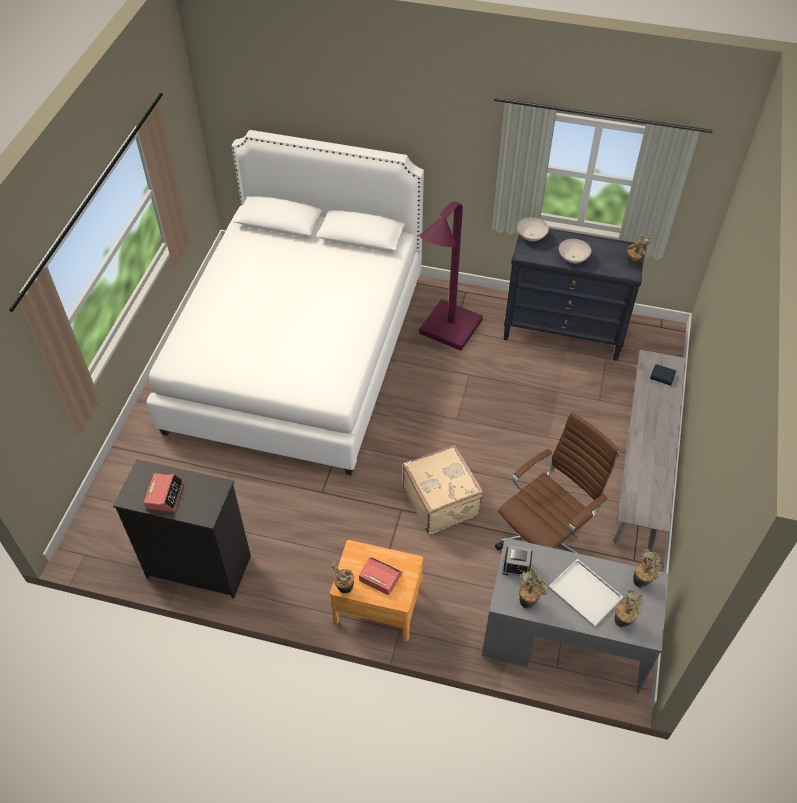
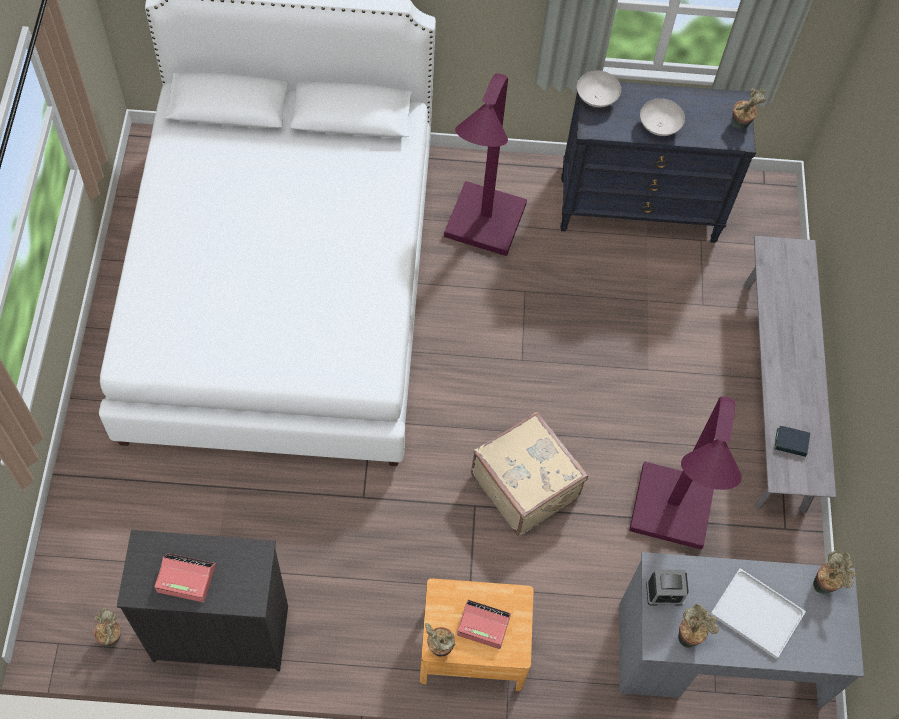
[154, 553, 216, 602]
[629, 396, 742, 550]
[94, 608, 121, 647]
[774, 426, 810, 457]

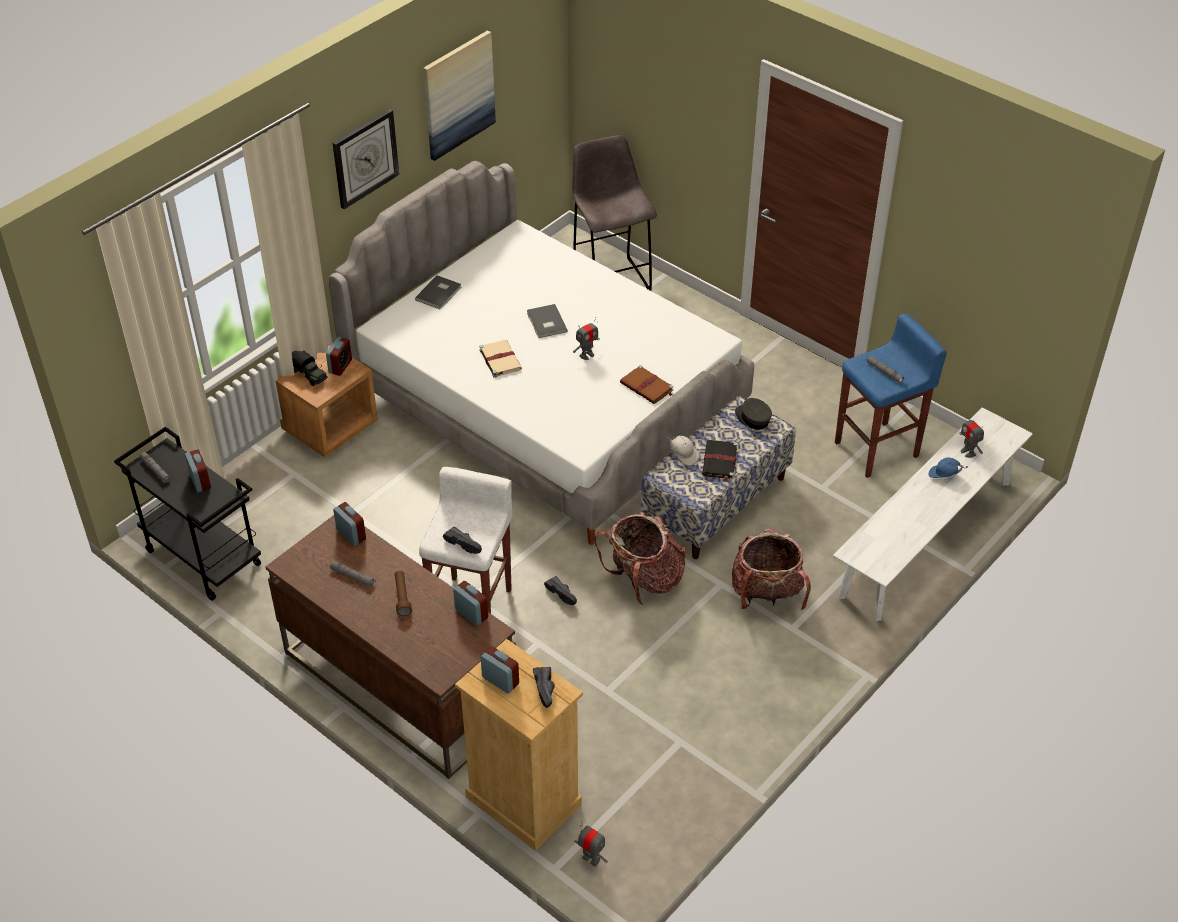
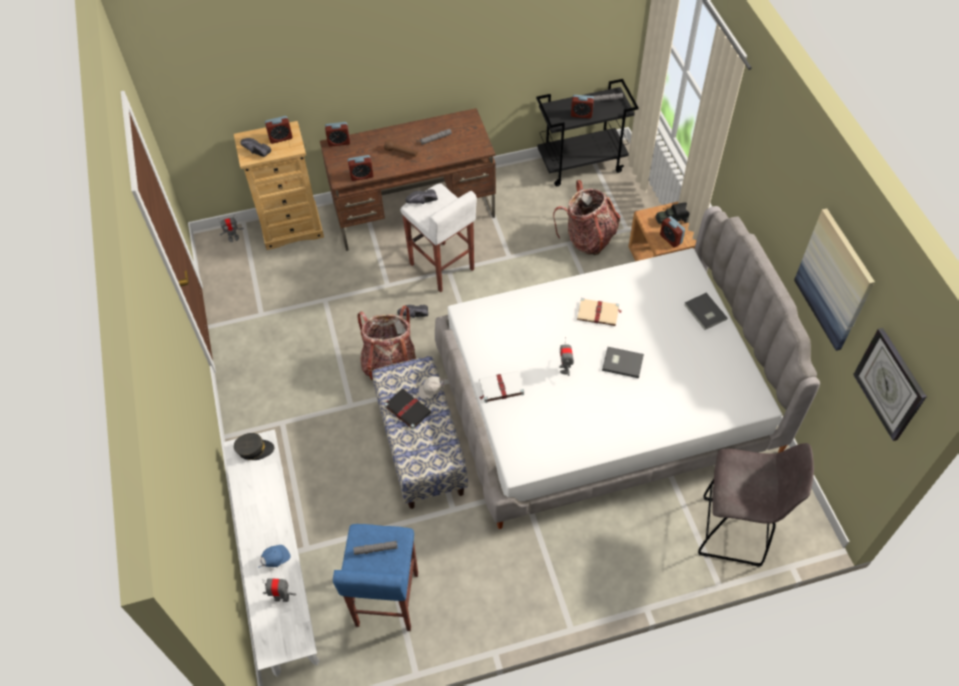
[853, 328, 927, 441]
[325, 122, 350, 147]
[479, 371, 524, 403]
[553, 180, 620, 255]
[234, 433, 274, 460]

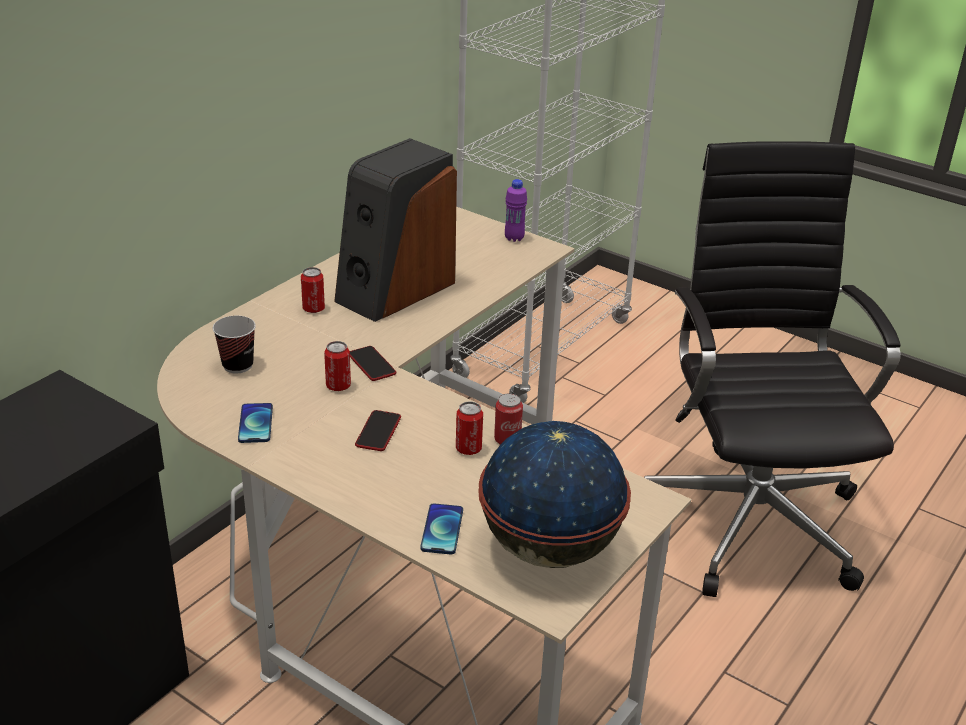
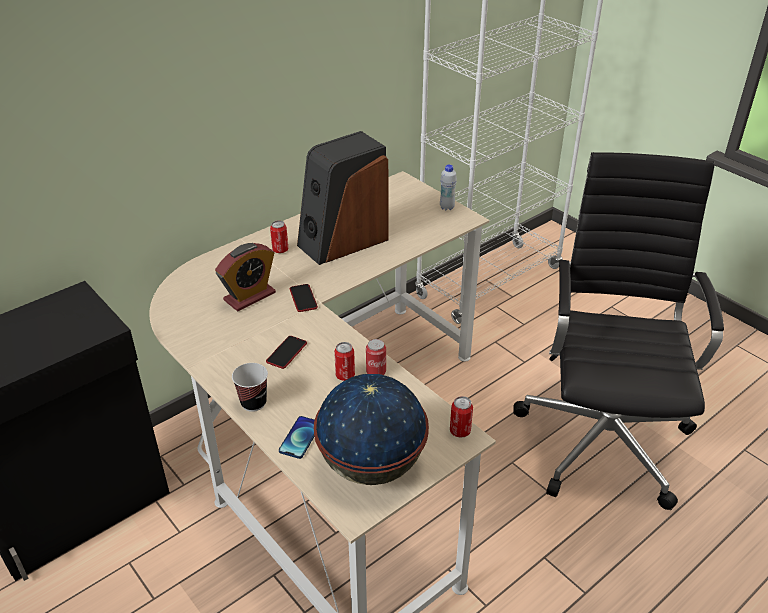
[232, 363, 268, 412]
[238, 403, 273, 443] (first image)
[450, 396, 473, 438]
[440, 164, 457, 211]
[215, 243, 276, 311]

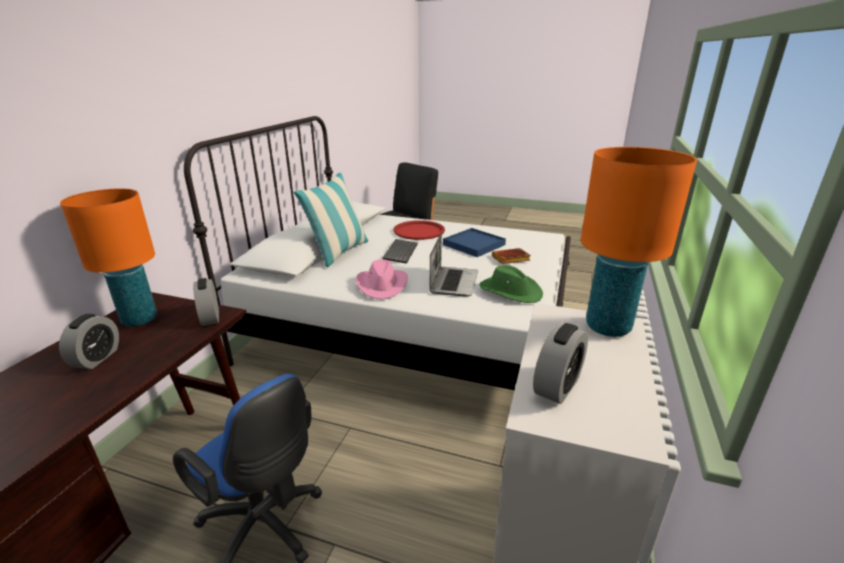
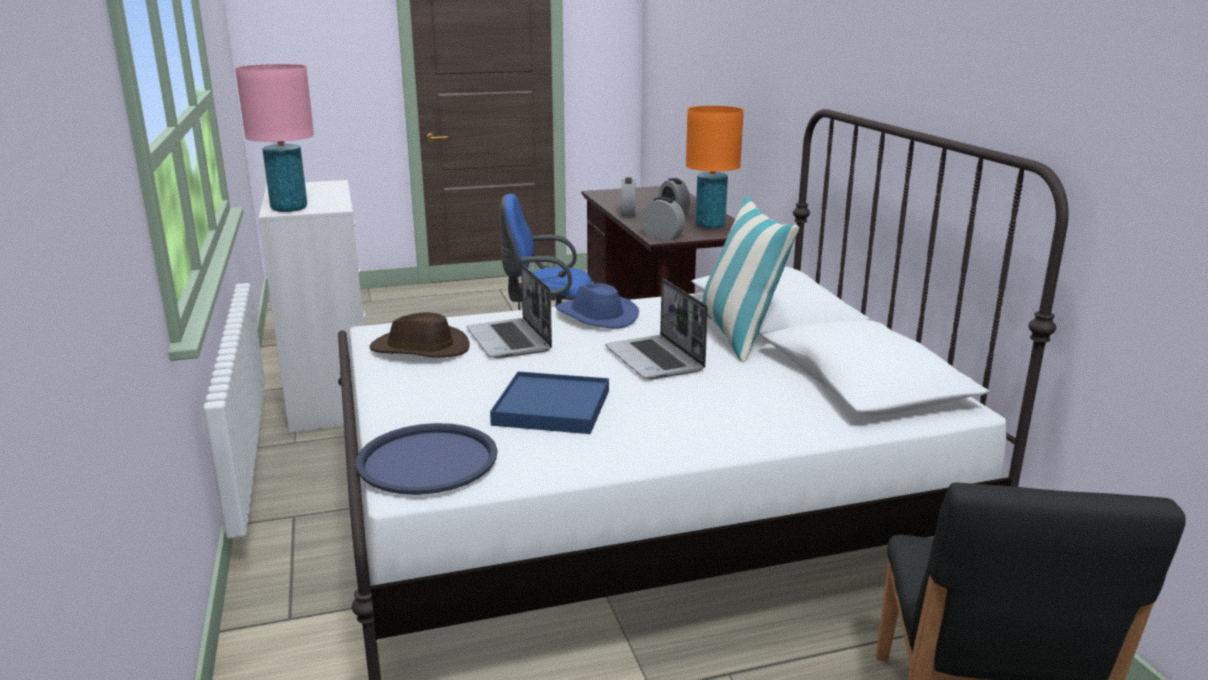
[556, 283, 639, 329]
[605, 279, 708, 379]
[393, 220, 445, 240] (first image)
[370, 312, 470, 358]
[492, 248, 531, 264] (first image)
[621, 178, 635, 217]
[235, 64, 314, 212]
[356, 423, 498, 495]

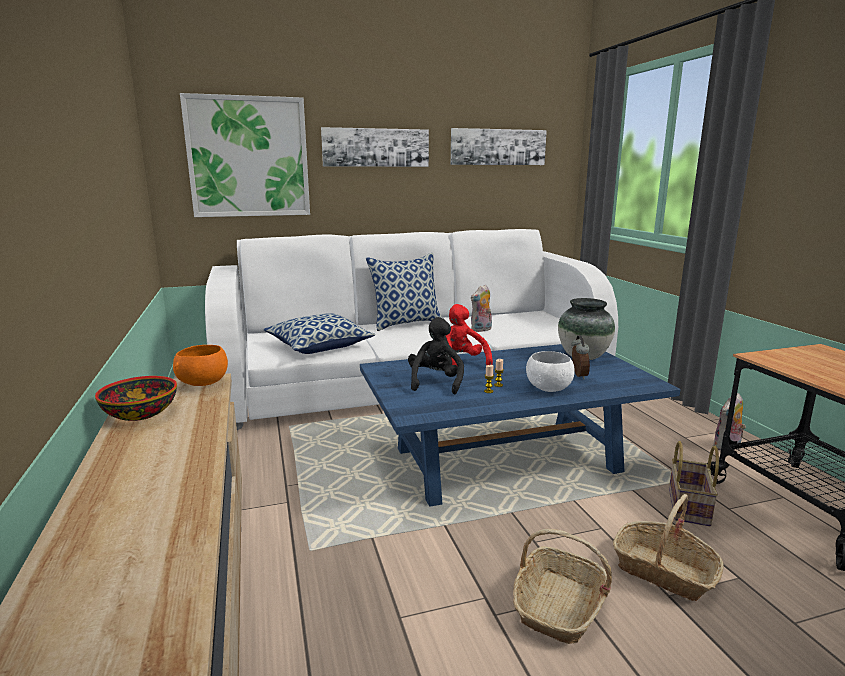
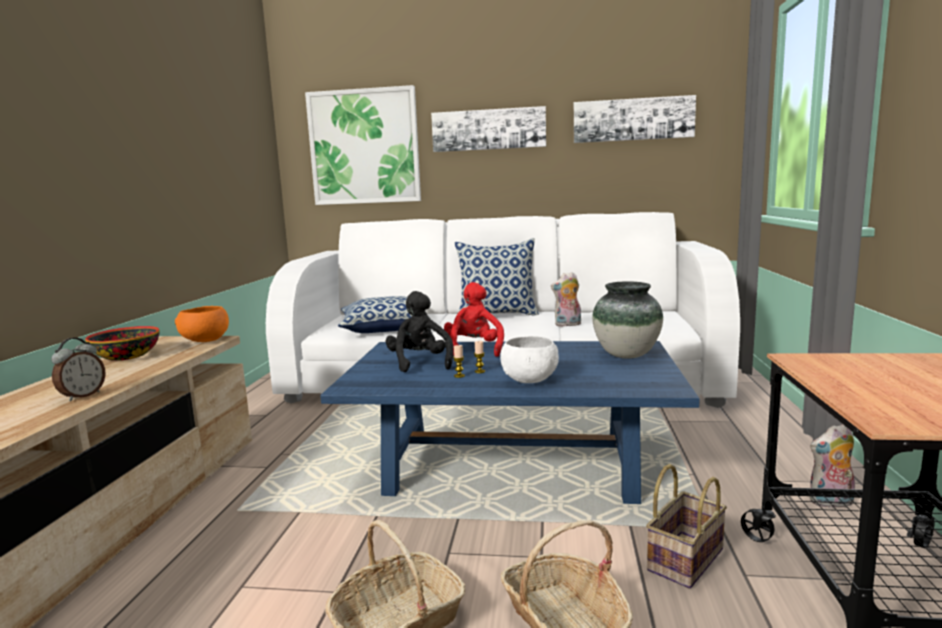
[386, 291, 454, 373]
[51, 338, 106, 401]

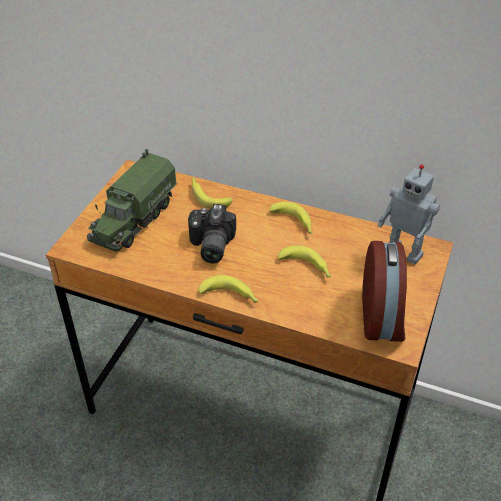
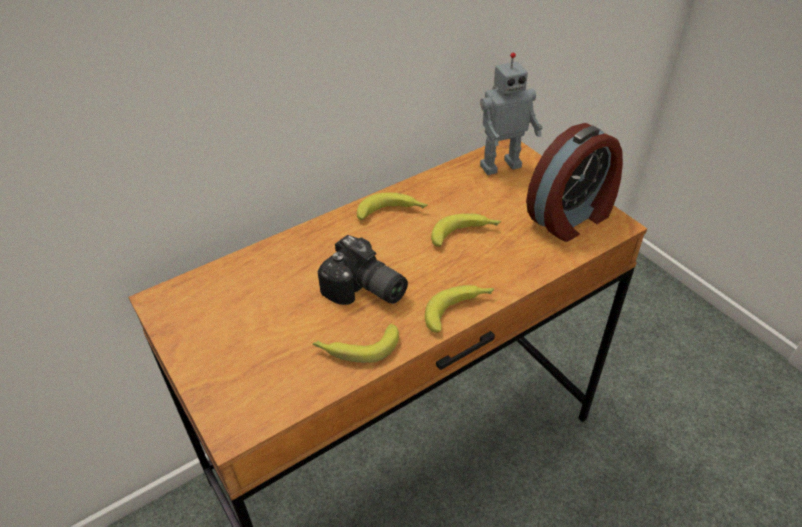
[87, 149, 177, 252] (first image)
[312, 324, 399, 363]
[526, 123, 623, 242]

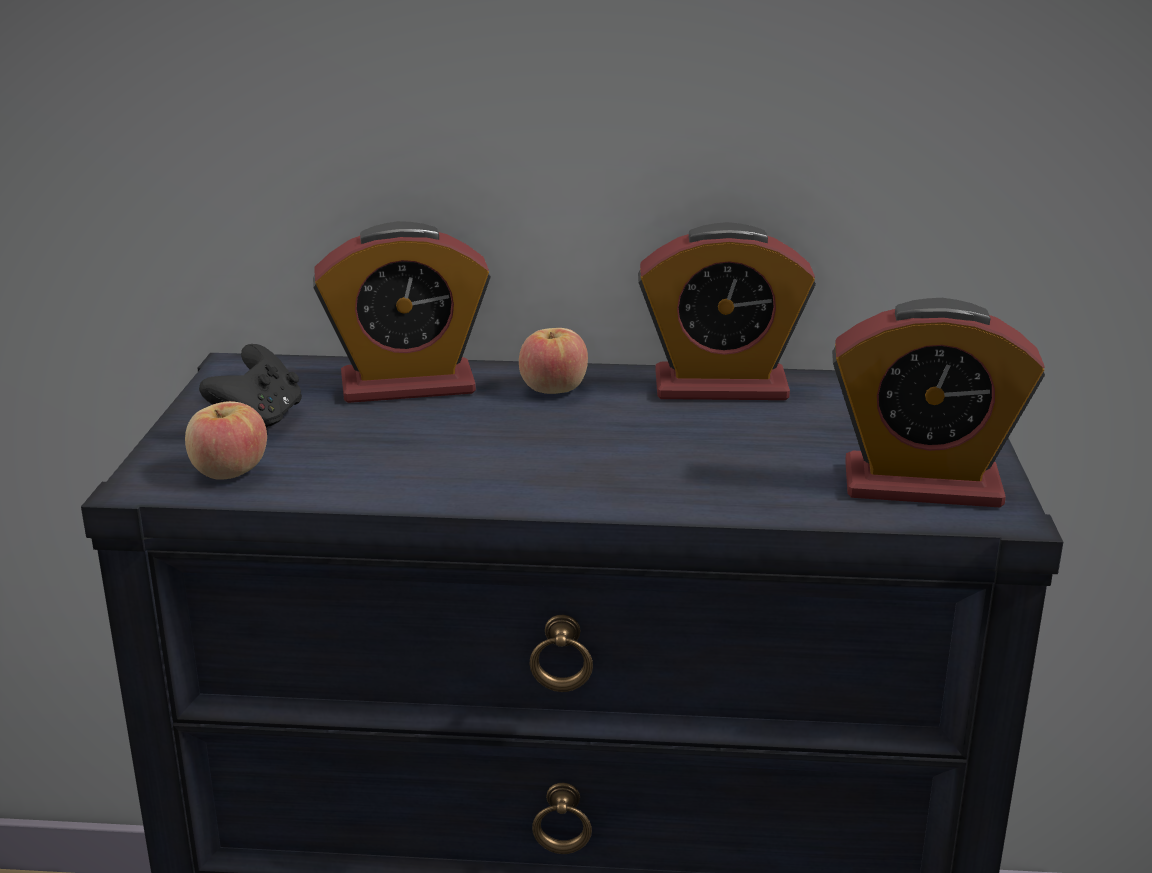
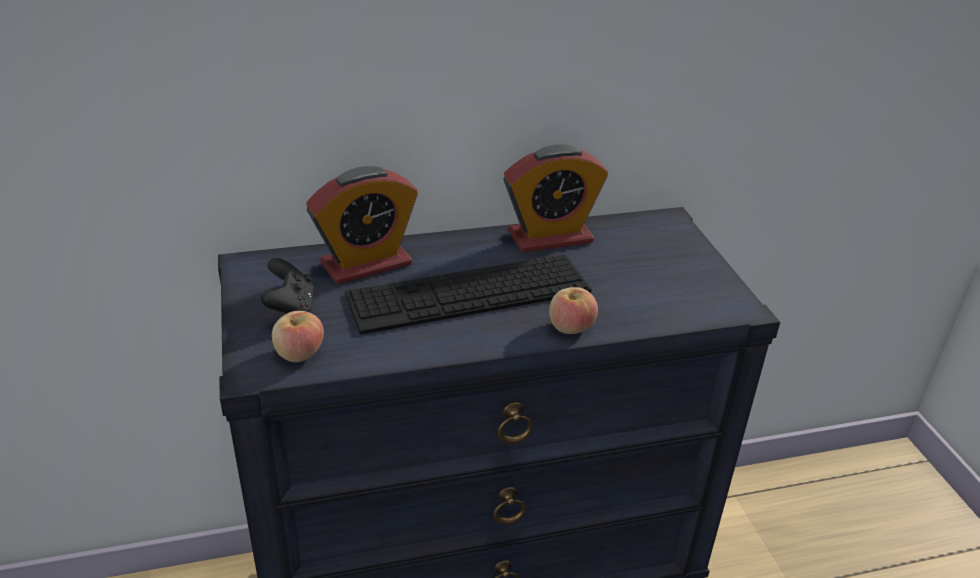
[549, 287, 598, 334]
[832, 298, 1045, 507] (first image)
[345, 255, 592, 334]

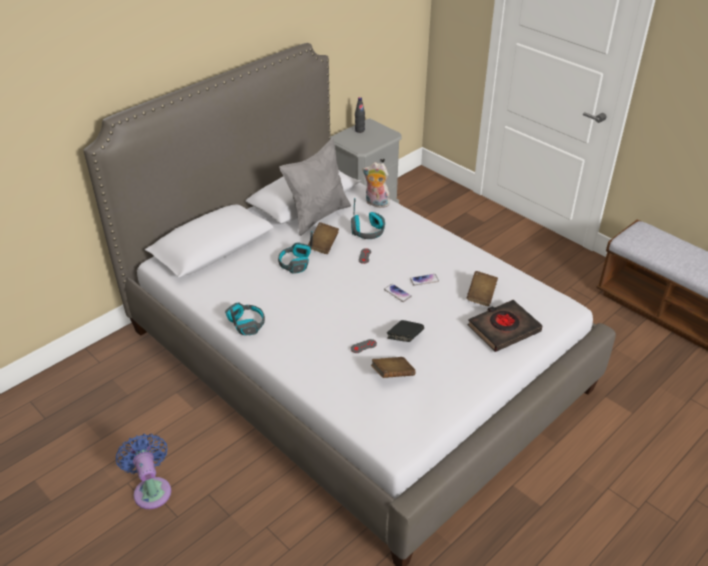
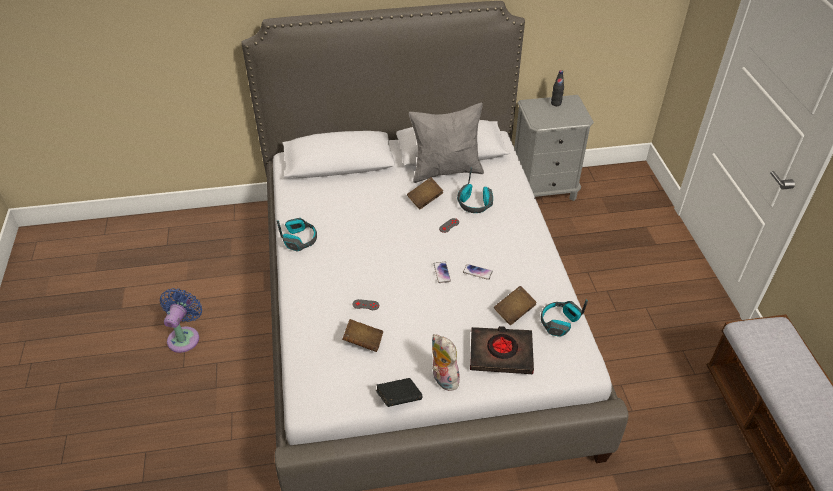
[541, 300, 588, 337]
[432, 334, 460, 391]
[376, 378, 422, 407]

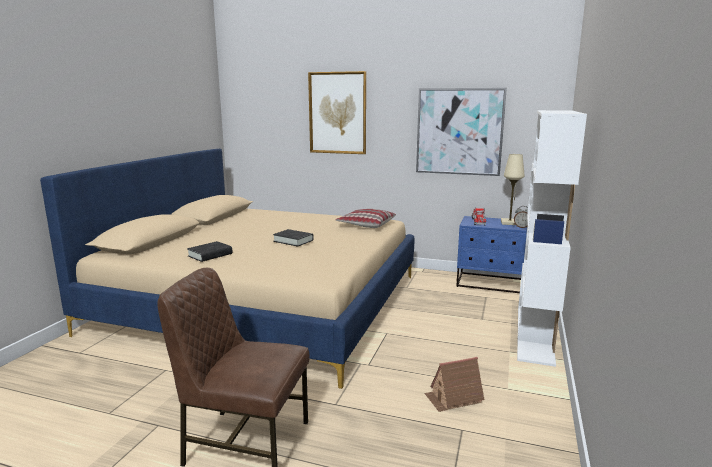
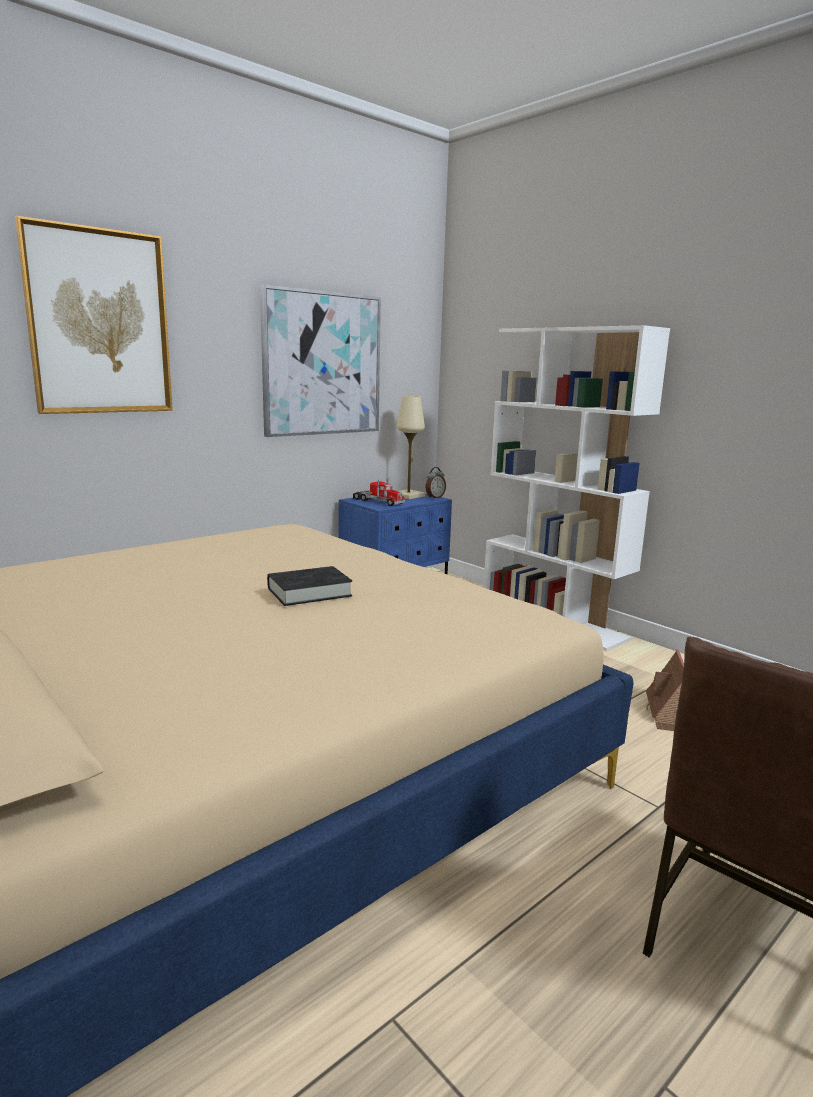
[187, 241, 232, 262] (first image)
[336, 209, 396, 228] (first image)

